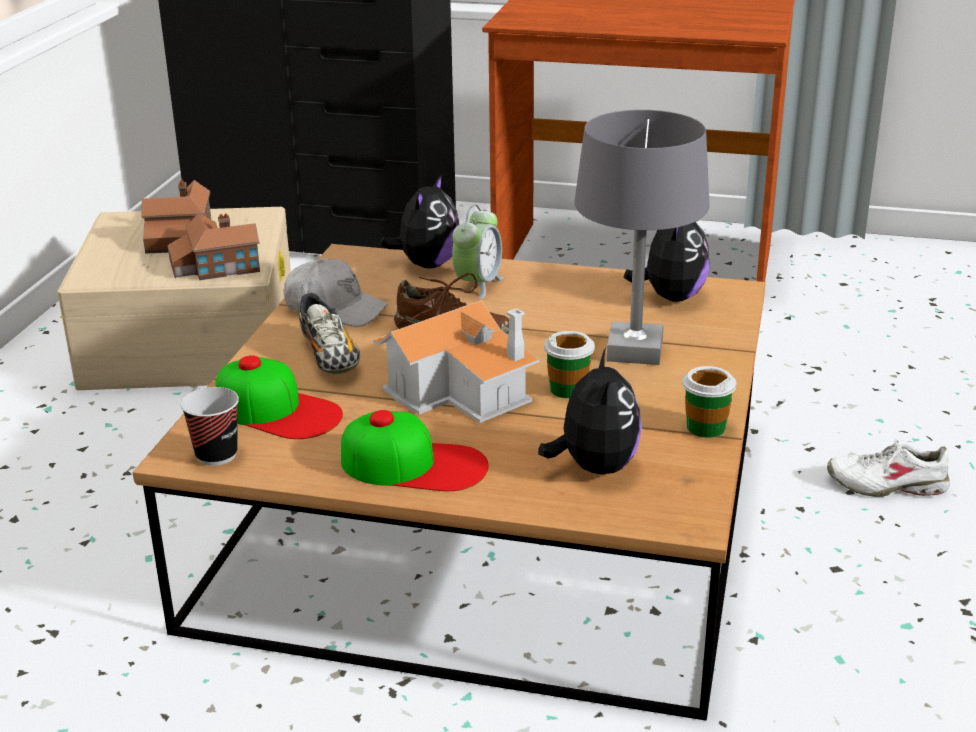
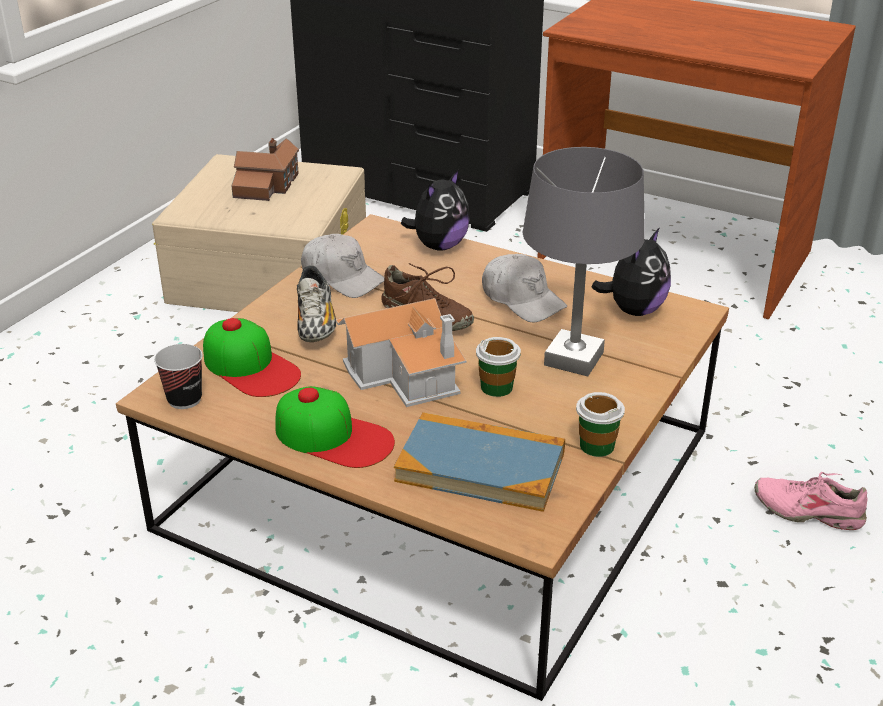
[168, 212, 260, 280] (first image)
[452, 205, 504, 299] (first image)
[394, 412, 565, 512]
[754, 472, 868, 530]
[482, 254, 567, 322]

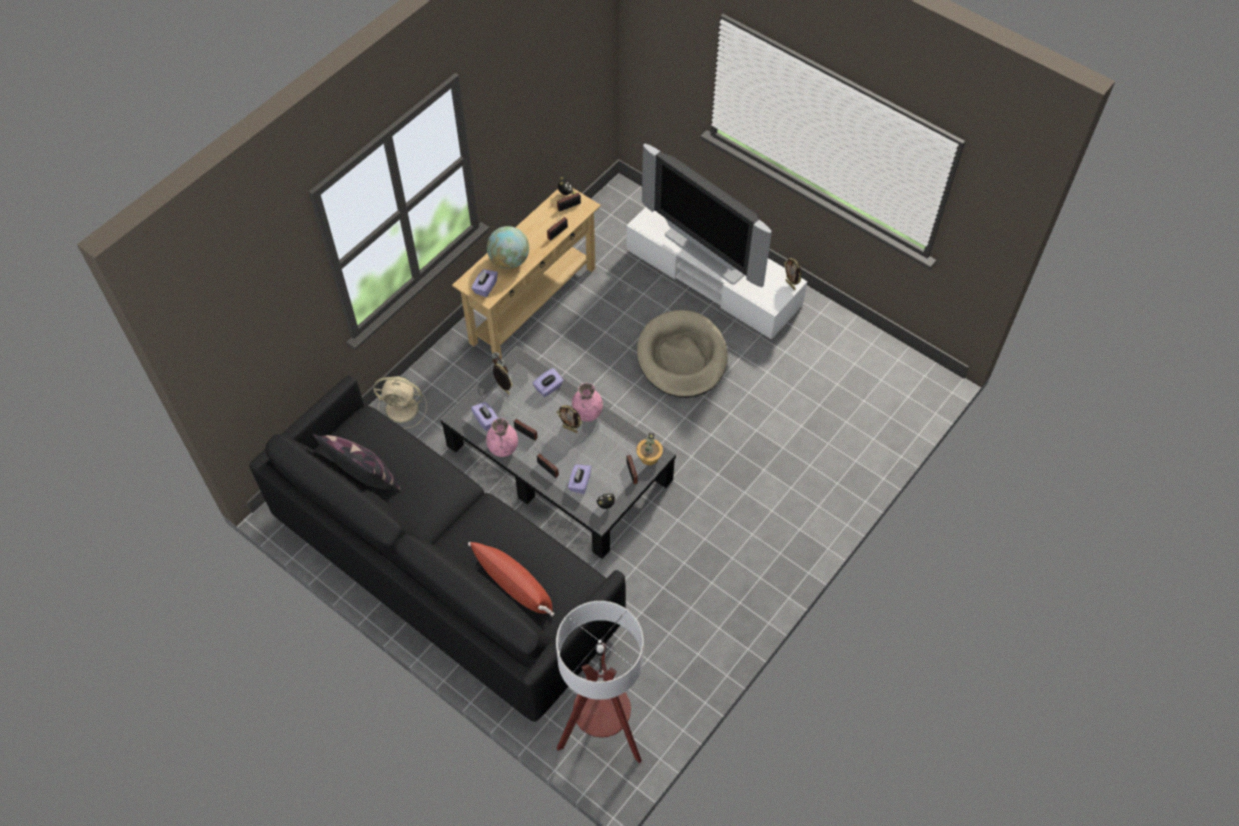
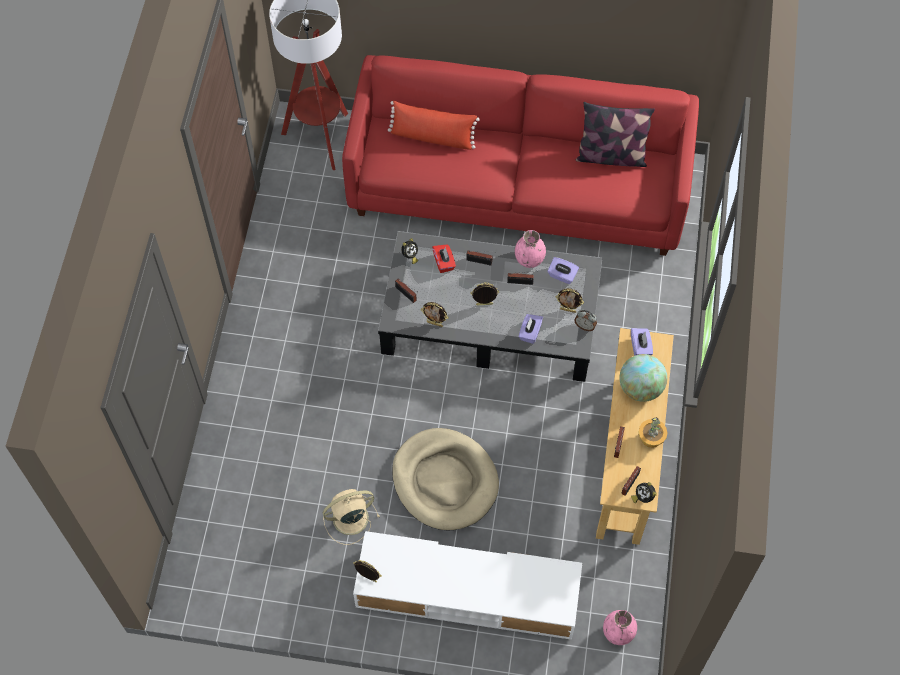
[342, 55, 699, 256]
[323, 489, 380, 545]
[432, 244, 456, 273]
[603, 610, 637, 645]
[638, 417, 668, 448]
[642, 144, 772, 288] (first image)
[421, 302, 448, 327]

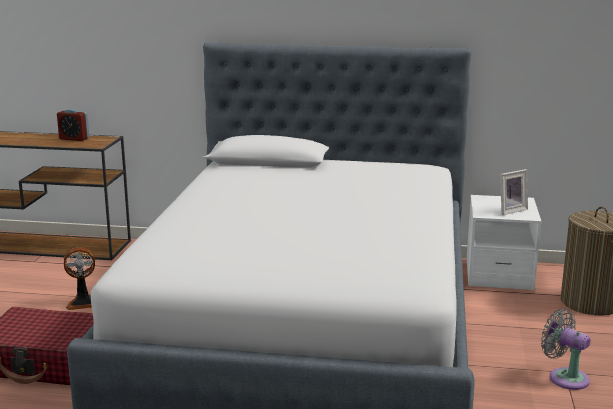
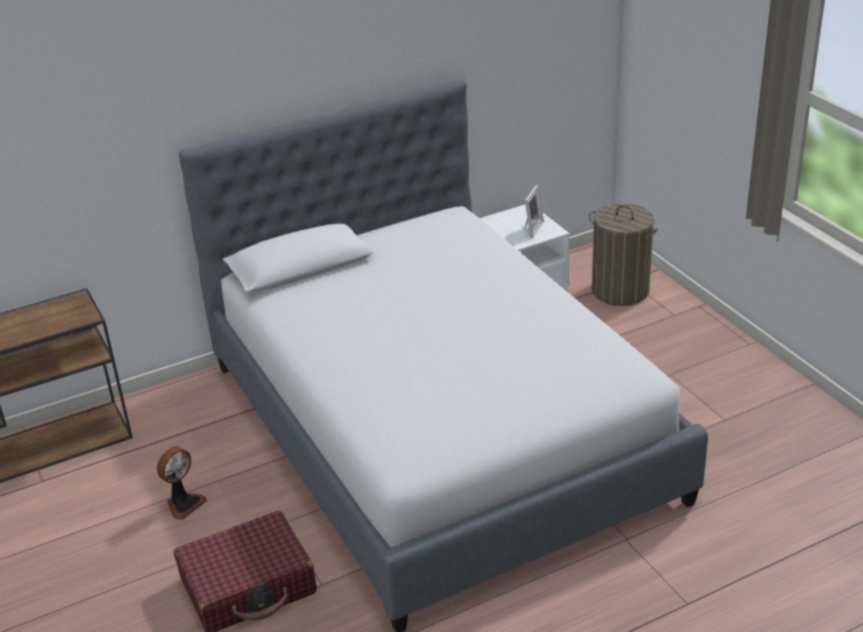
[57, 109, 89, 141] (first image)
[541, 309, 591, 390] (first image)

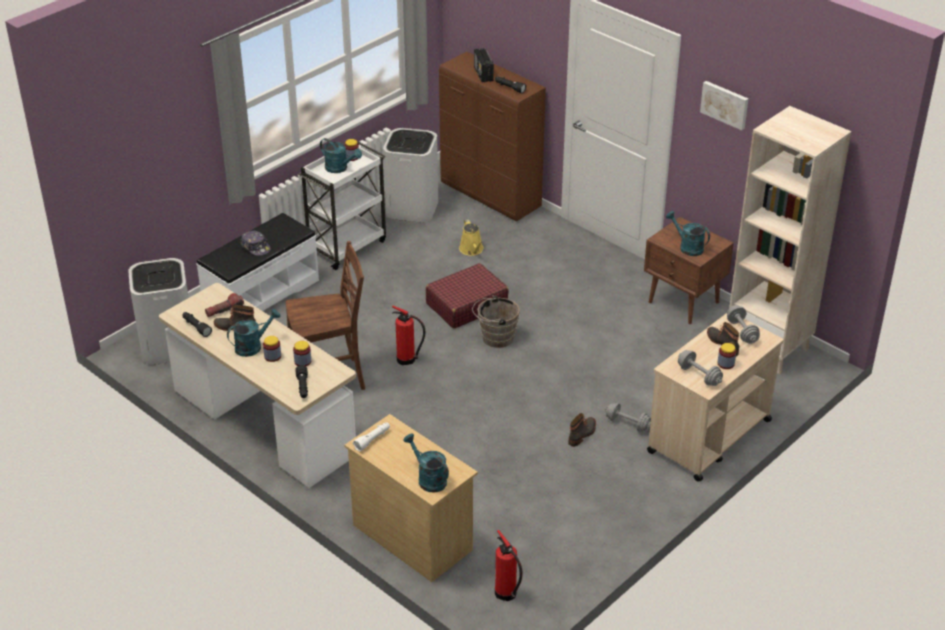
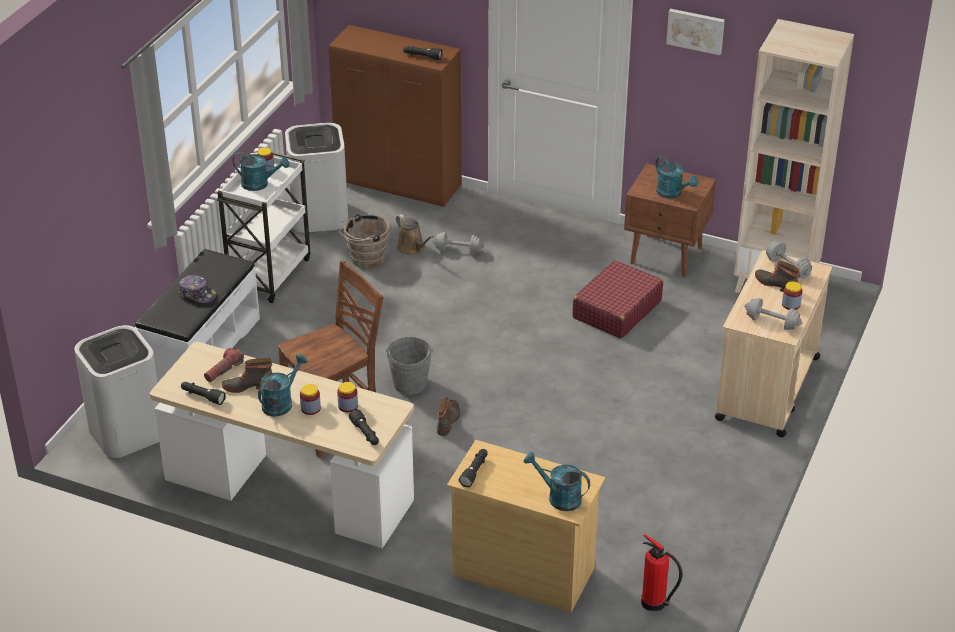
[459, 449, 488, 487]
[386, 337, 433, 395]
[572, 260, 663, 338]
[396, 214, 434, 255]
[339, 214, 389, 269]
[474, 48, 494, 82] (first image)
[437, 397, 460, 436]
[432, 232, 484, 254]
[655, 156, 698, 199]

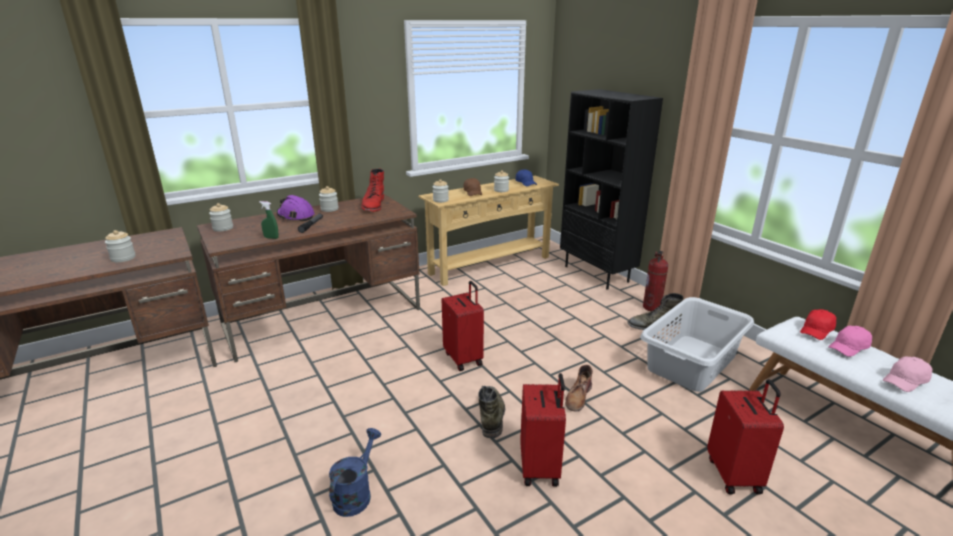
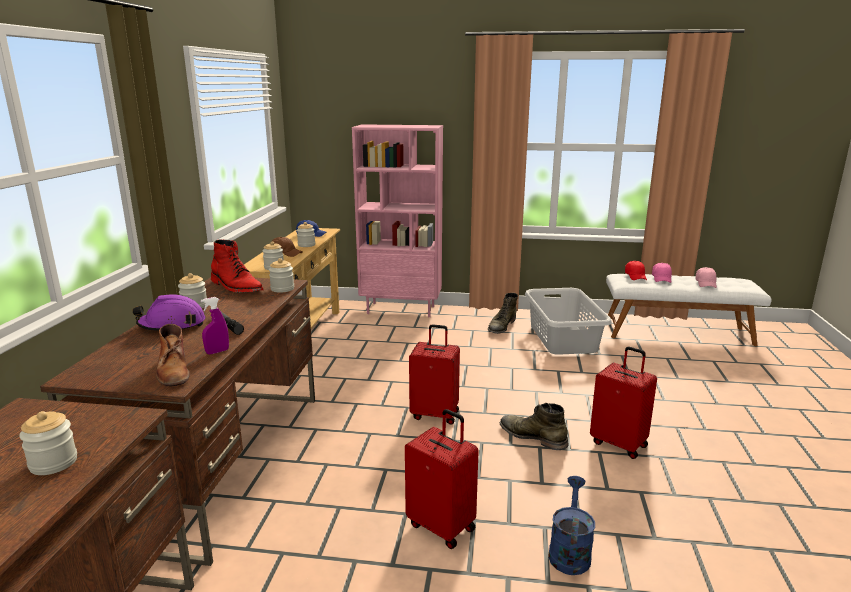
[269, 258, 294, 293]
[201, 297, 229, 354]
[548, 476, 595, 575]
[352, 124, 443, 317]
[156, 324, 190, 386]
[643, 251, 668, 311] (first image)
[405, 409, 479, 549]

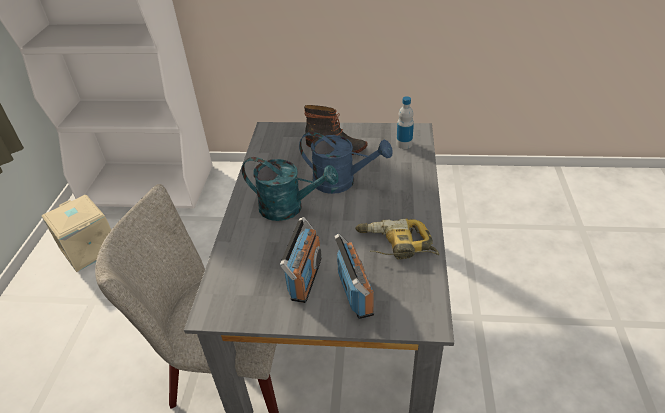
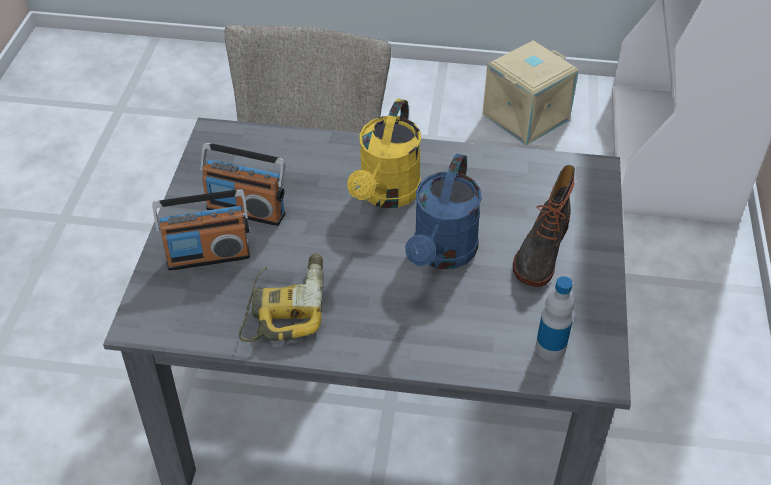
[347, 99, 421, 208]

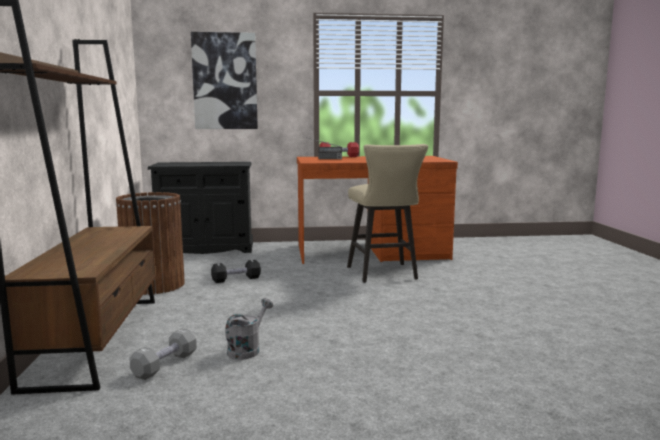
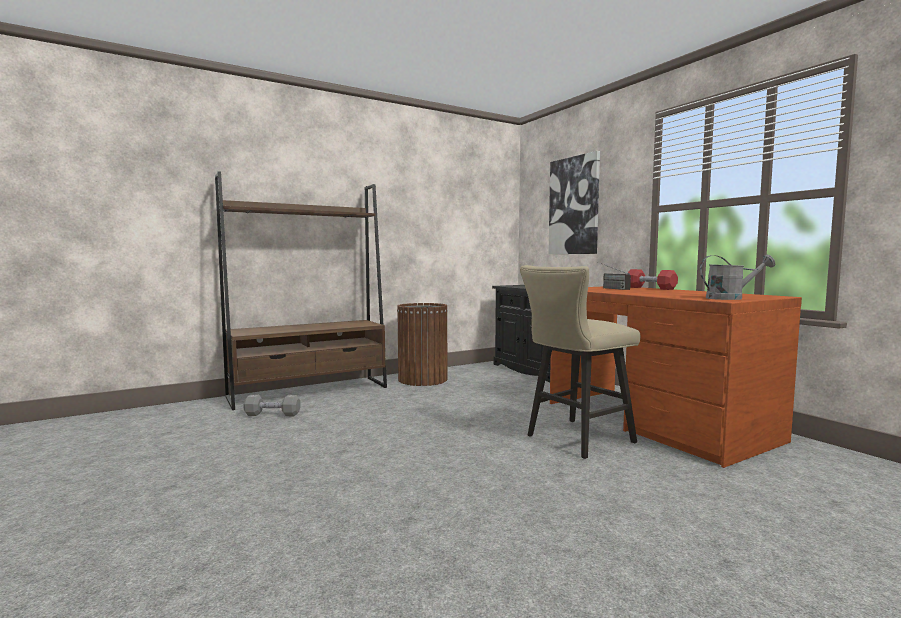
[211, 260, 261, 283] (first image)
[700, 254, 776, 300]

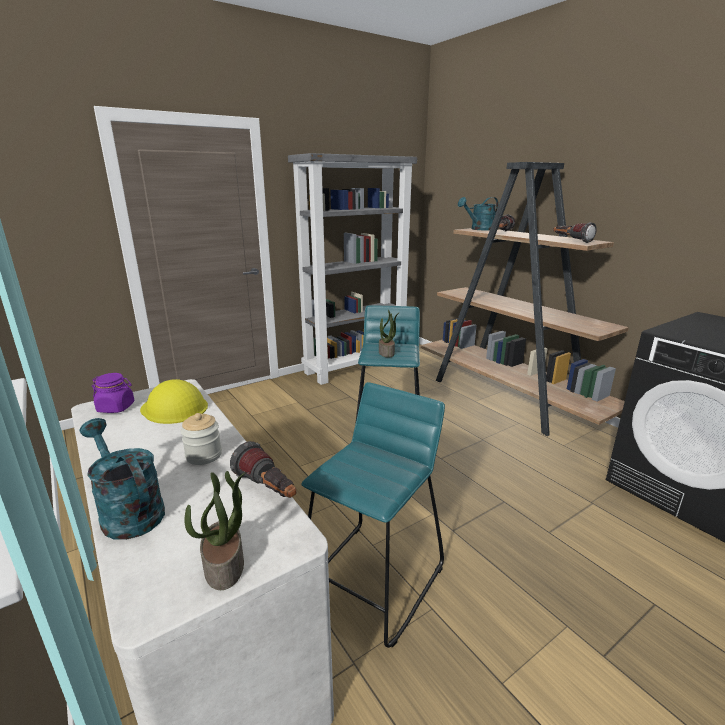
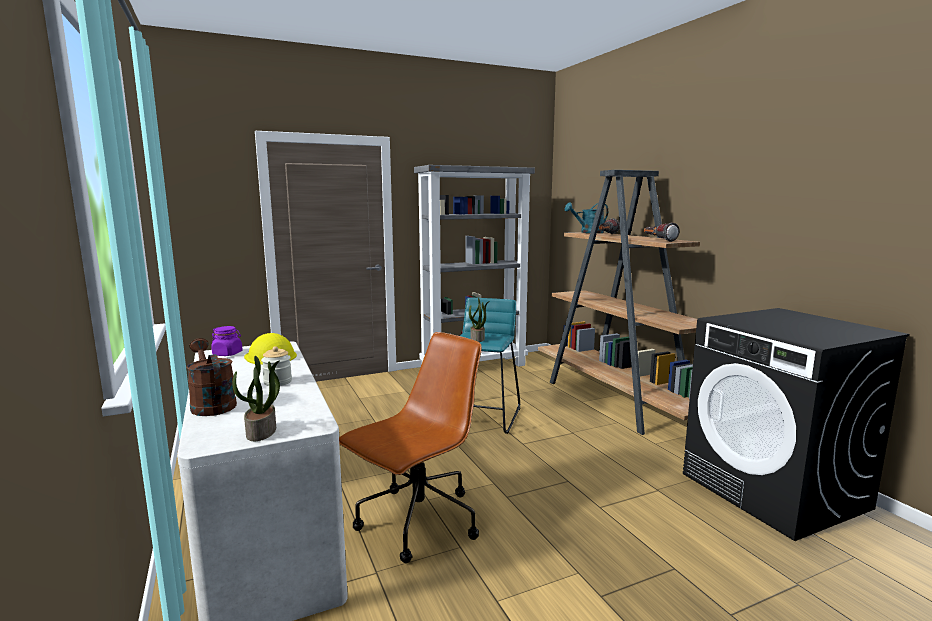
[186, 338, 237, 416]
[230, 441, 296, 498] (first image)
[339, 332, 482, 563]

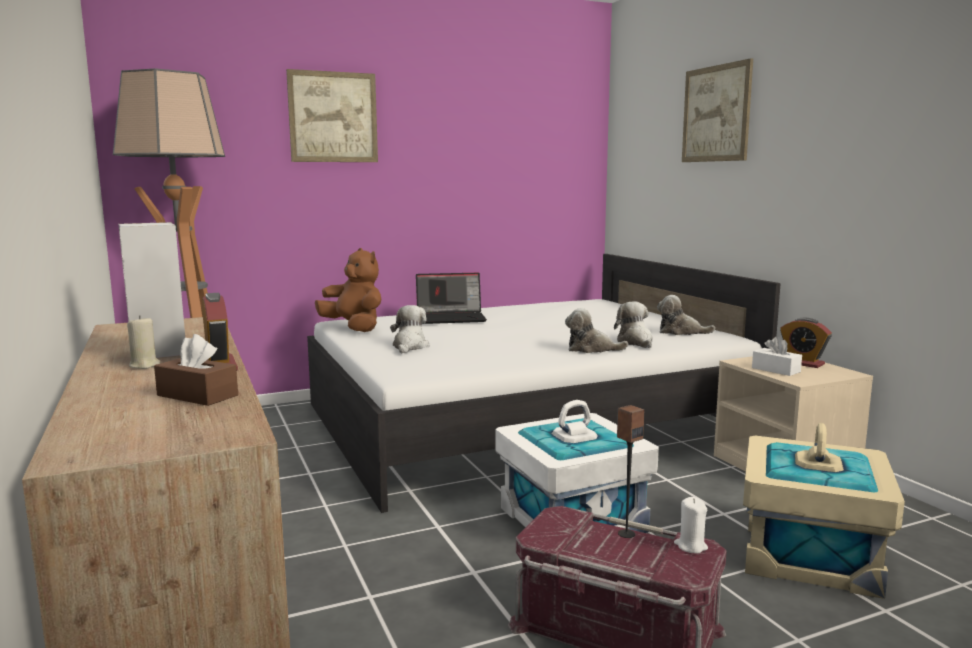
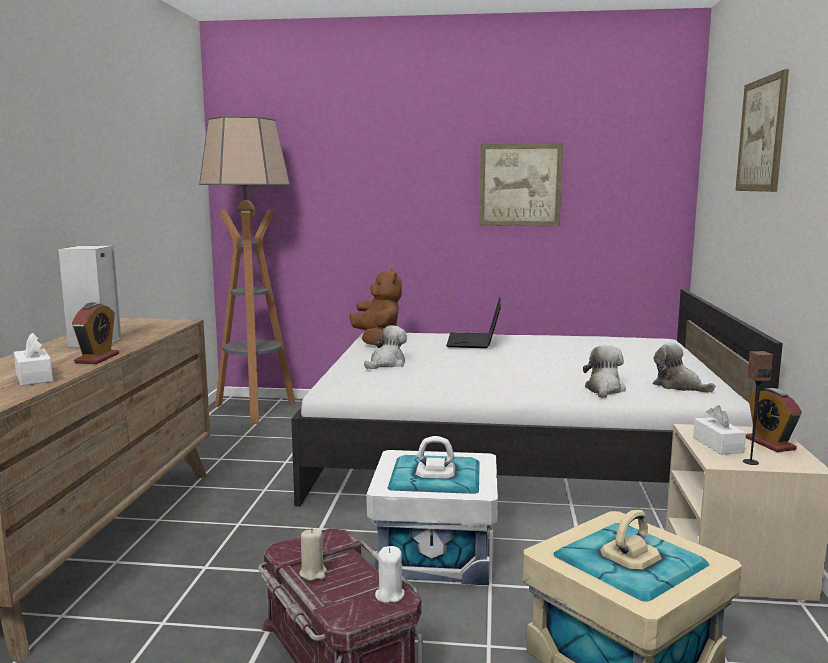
[299, 528, 327, 581]
[14, 333, 53, 386]
[479, 143, 563, 226]
[446, 297, 501, 348]
[565, 308, 628, 353] (first image)
[743, 351, 773, 465]

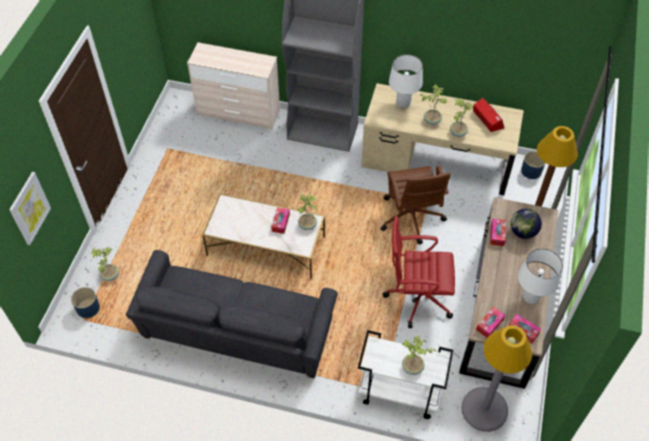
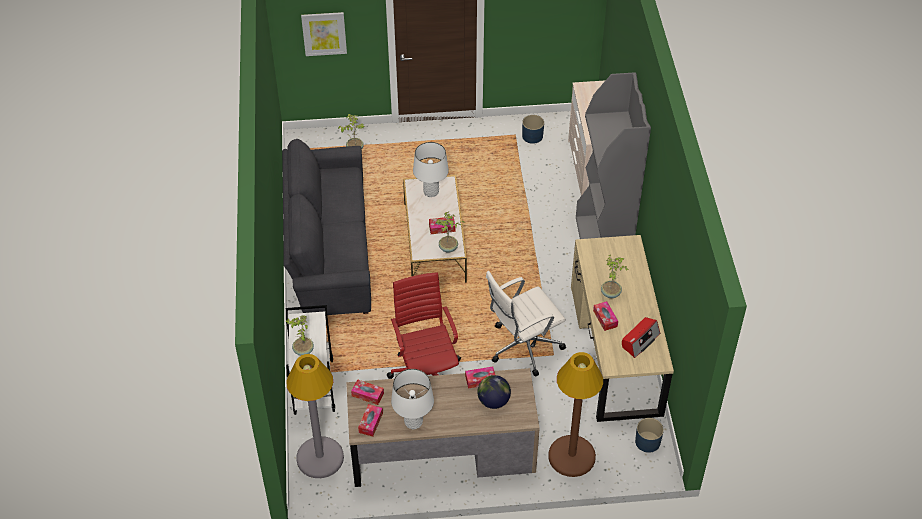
[522, 115, 544, 144]
[486, 271, 566, 377]
[413, 142, 449, 197]
[593, 301, 618, 331]

